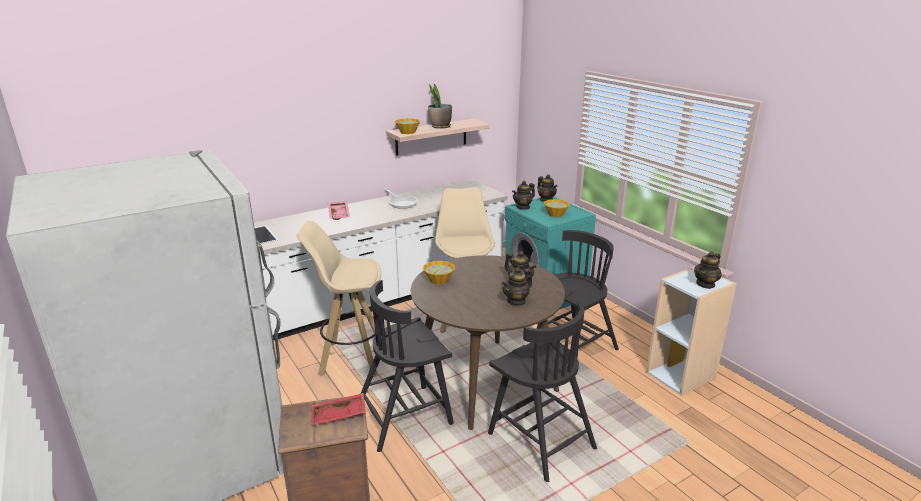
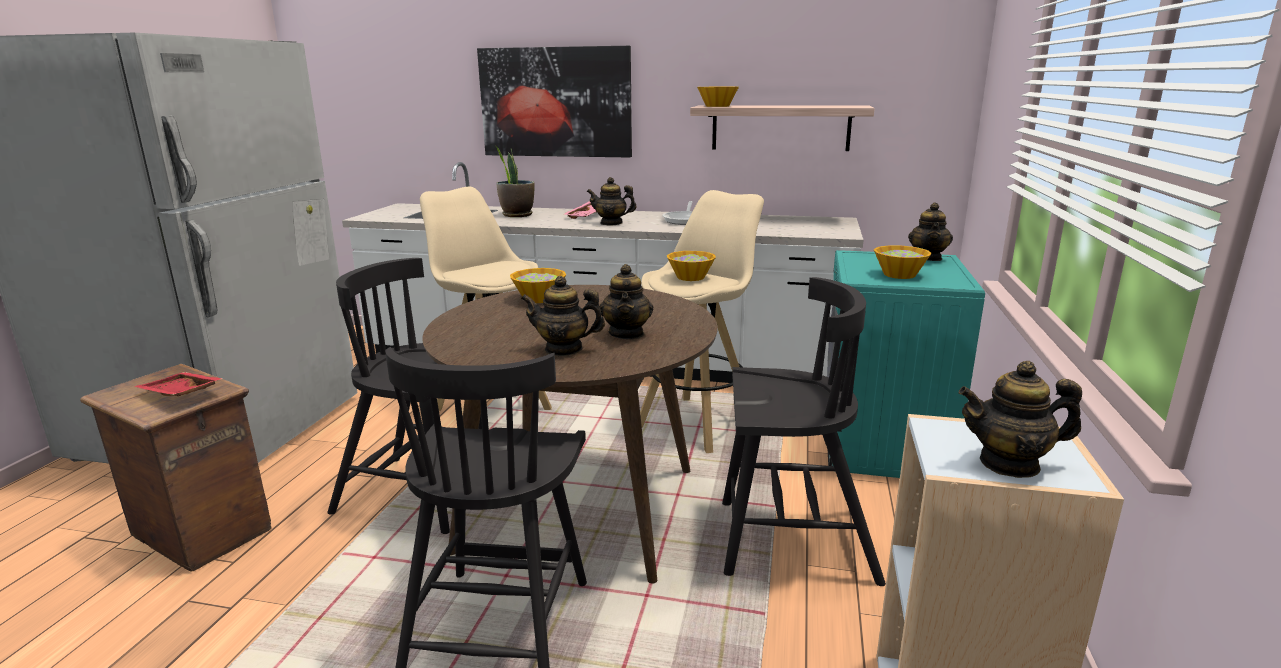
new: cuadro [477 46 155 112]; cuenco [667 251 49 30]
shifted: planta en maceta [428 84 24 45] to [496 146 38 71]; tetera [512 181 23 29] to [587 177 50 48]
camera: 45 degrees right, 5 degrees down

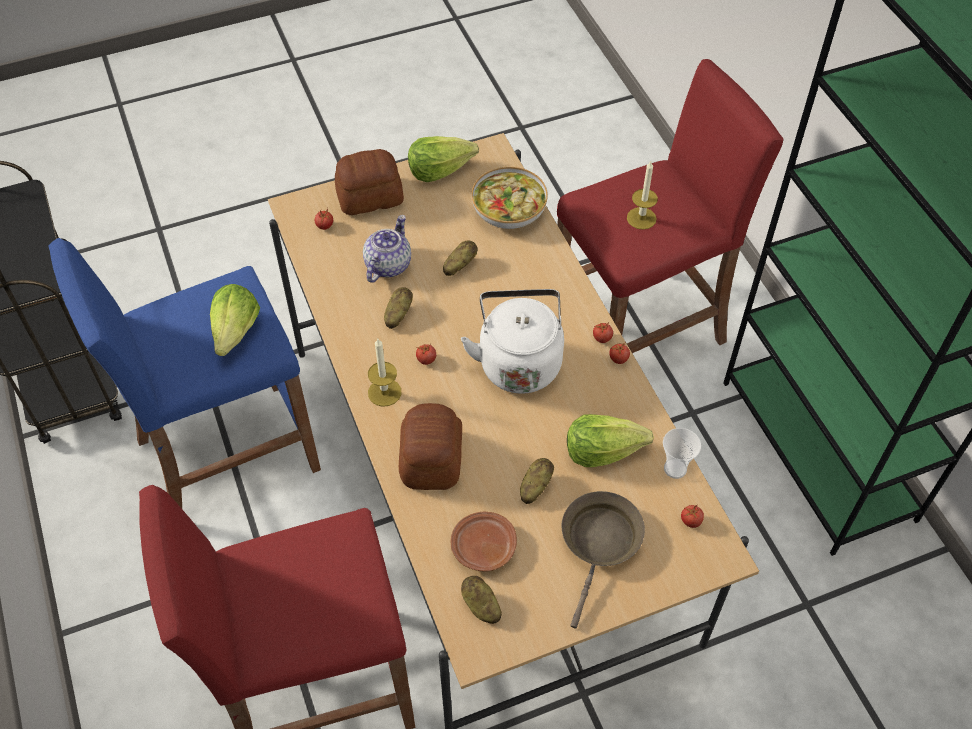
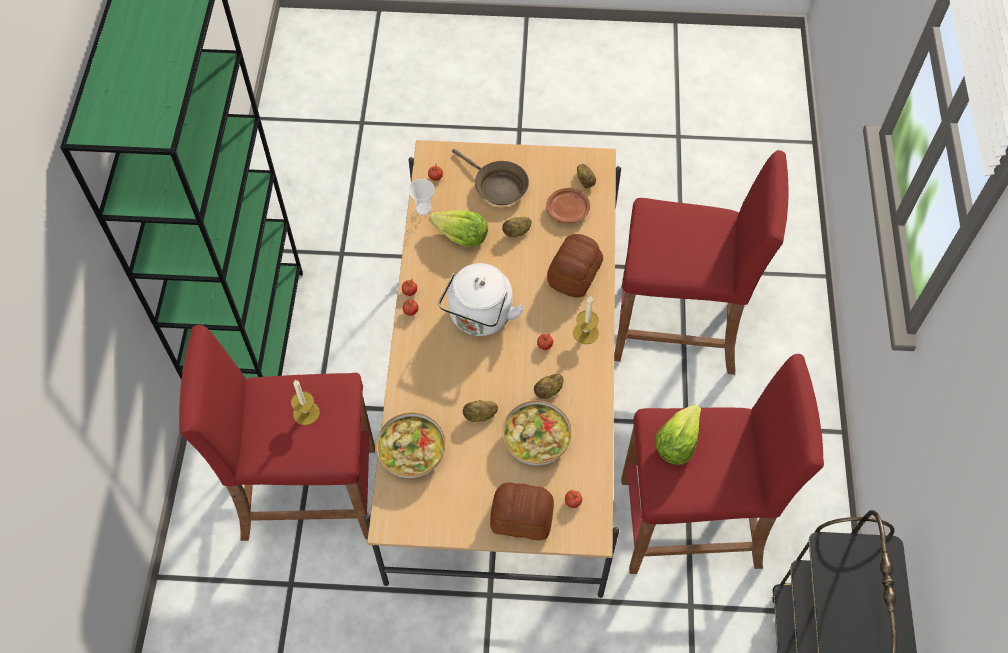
gone: lechuga [408 136 71 46]
swapped: tetera [363 215 48 68] to cuenco [502 400 70 65]
repainted: taburete [azul] [48 238 273 270] to taburete [rojo] [621 354 203 220]
rotated: sartén [marrón] [562 491 83 138] = [452 149 77 56] 90 degrees counterclockwise
camera: 155 degrees left, 5 degrees up

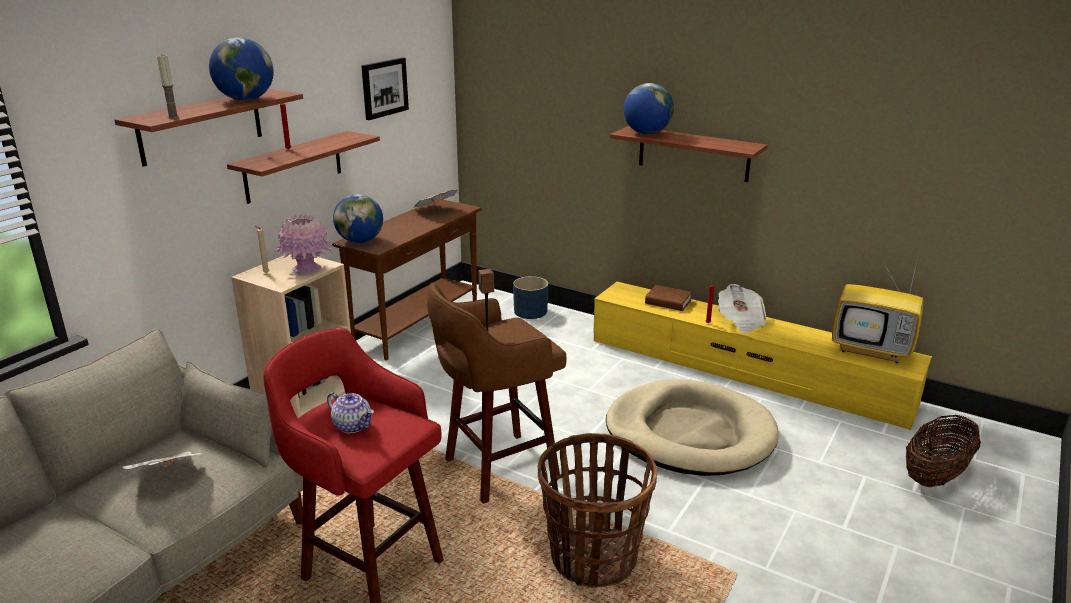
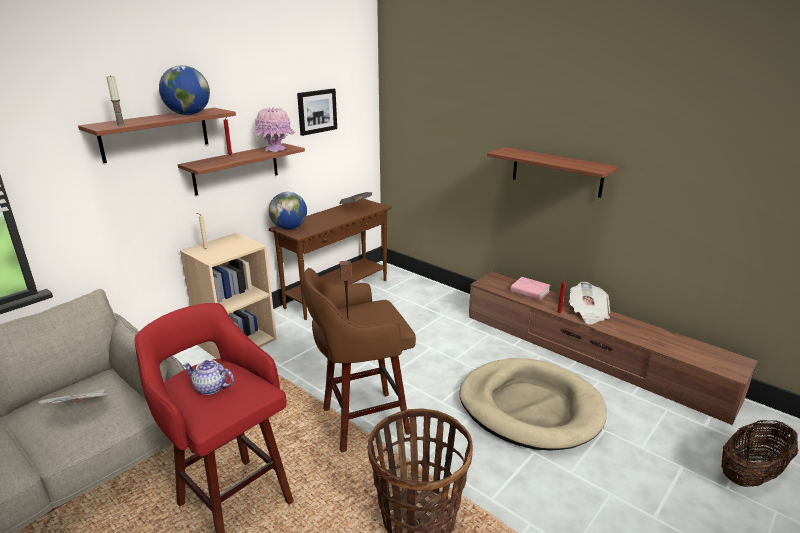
gone: maceta [azul] [513 276 35 43]; globo terráqueo [623 83 51 51]; televisor [832 257 91 106]
shifted: florero [rosa] [275 215 58 60] to [253 107 42 45]
repainted: mueble de televisión [amarillo] [593 281 339 149] to mueble de televisión [marrón] [469 271 289 154]; libro [marrón] [645 285 47 26] to libro [rosa] [510 277 41 23]
rotated: tetera [327 392 47 41] = [183 360 51 35] 150 degrees clockwise
camera: 10 degrees right, 0 degrees up

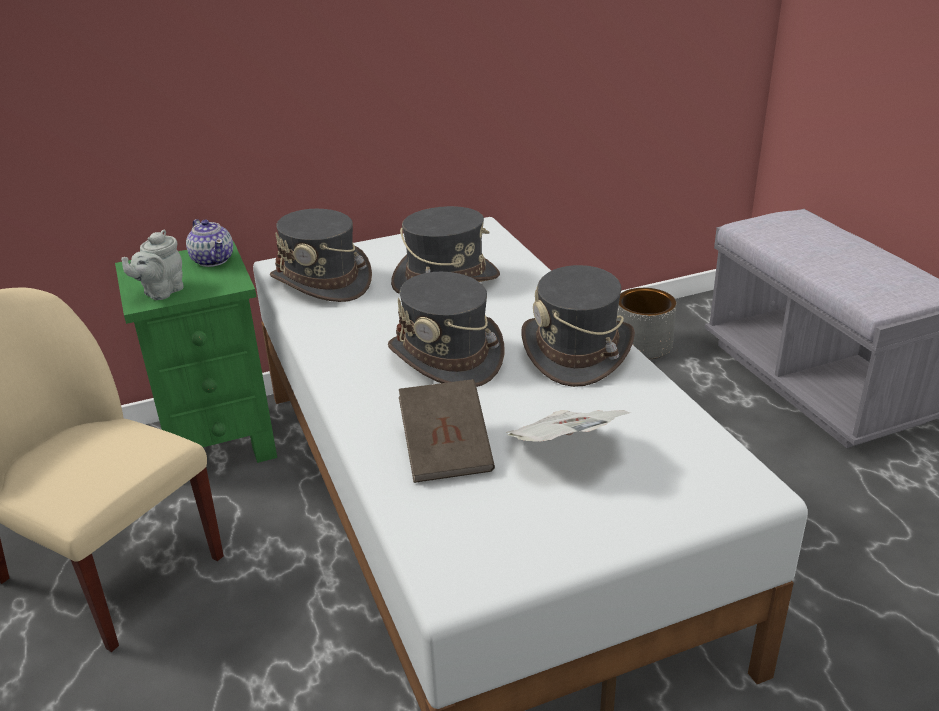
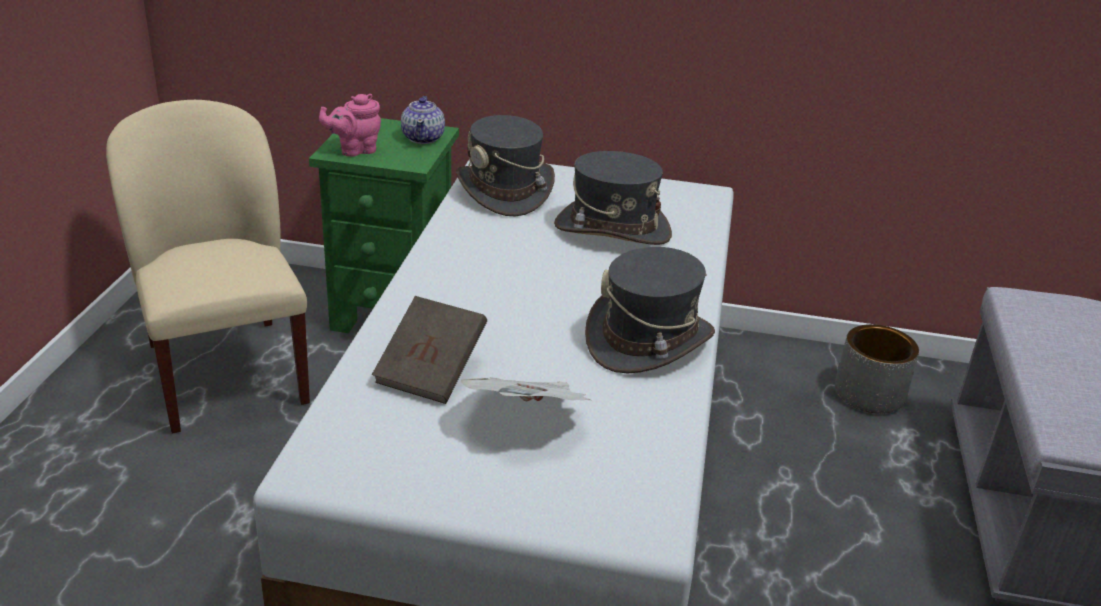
gone: sombrero [gris] [388 272 116 115]
repainted: tetera [gris] [121 230 62 70] to tetera [rosa] [319 94 62 62]
camera: 30 degrees right, 0 degrees up

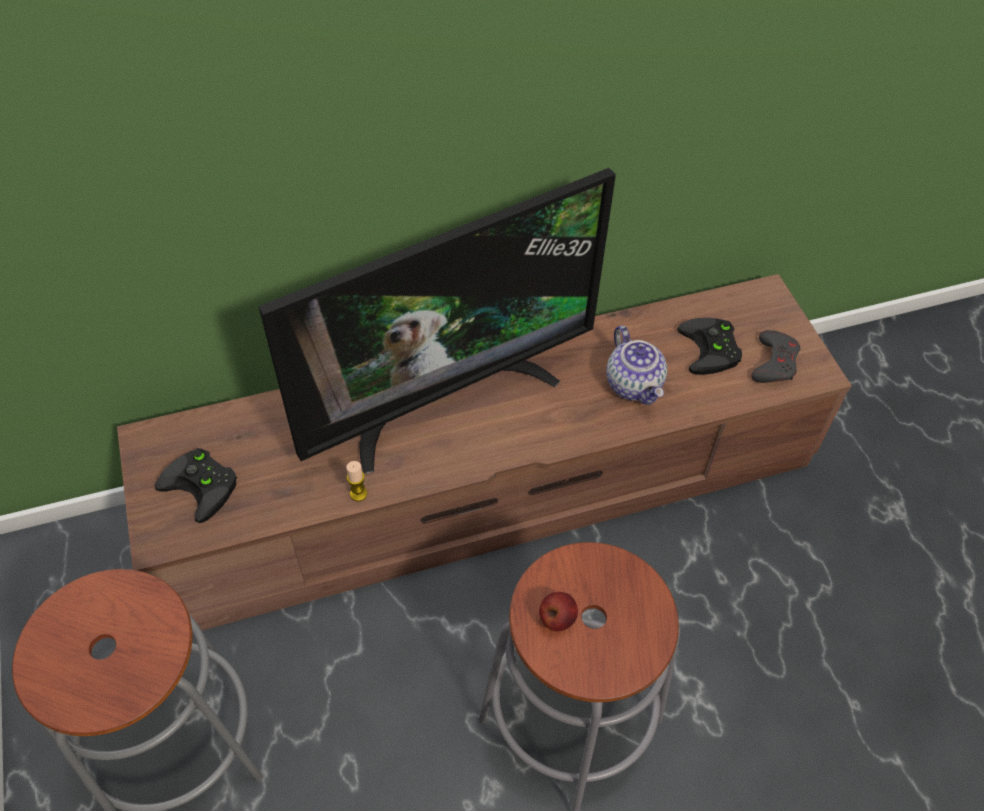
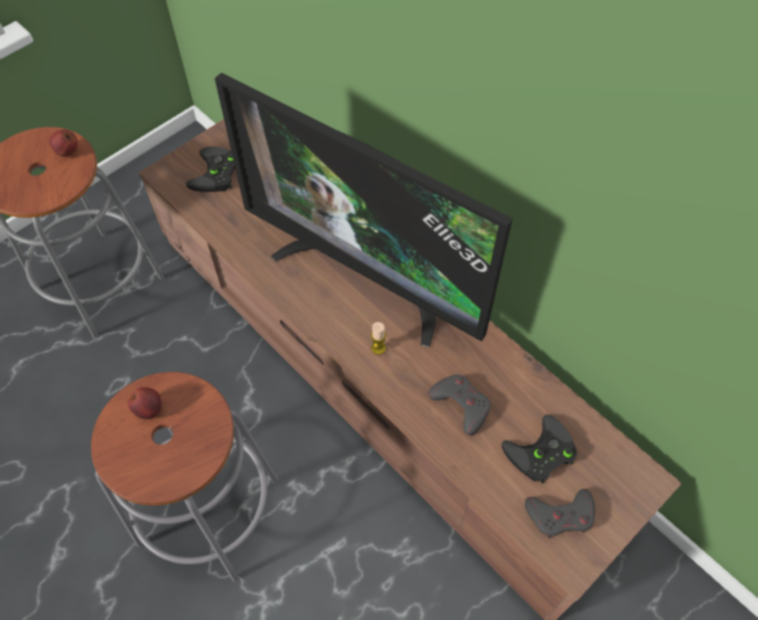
new: manzana [49 130 29 27]
shifted: vela [346 461 21 40] to [371 322 15 33]
swapped: tetera [606 325 61 80] to mando de consola [gris] [428 375 62 60]
camera: 65 degrees right, 5 degrees up

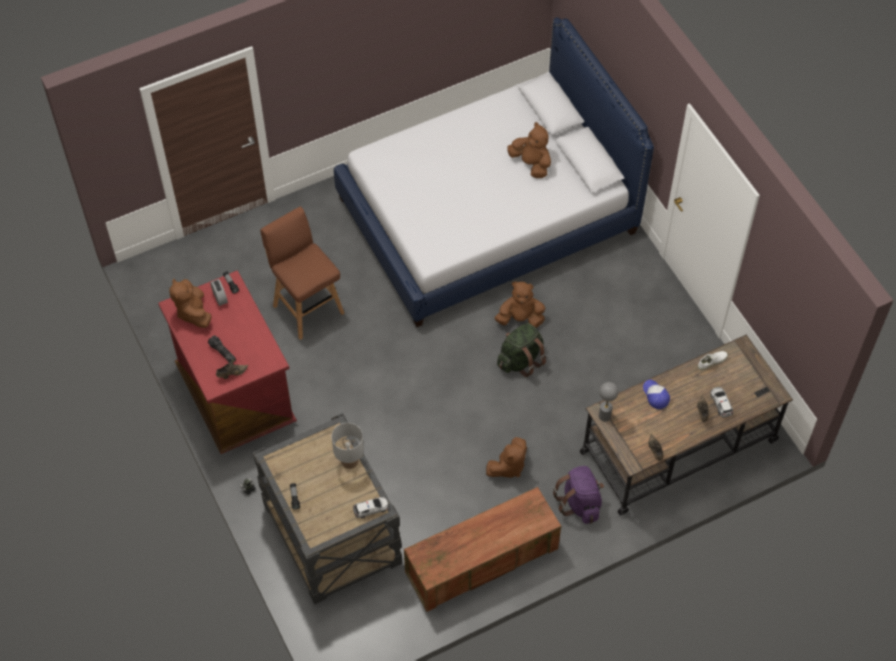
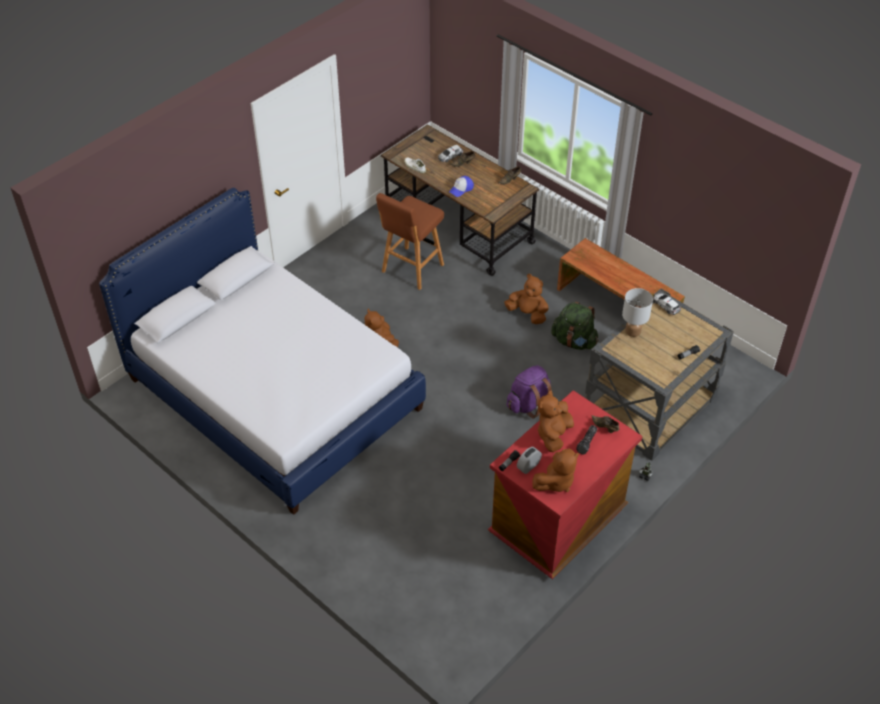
gone: lámpara de mesa [gris] [599 382 20 40]
shifted: taburete [marrón] [260 206 84 134] to [376 193 68 97]; mochila [verde] [497 323 49 54] to [551 302 48 48]; peluche [marrón] [507 122 44 56] to [537 391 37 61]; mochila [morado] [553 466 51 58] to [507 365 45 53]
camera: 110 degrees left, 10 degrees down

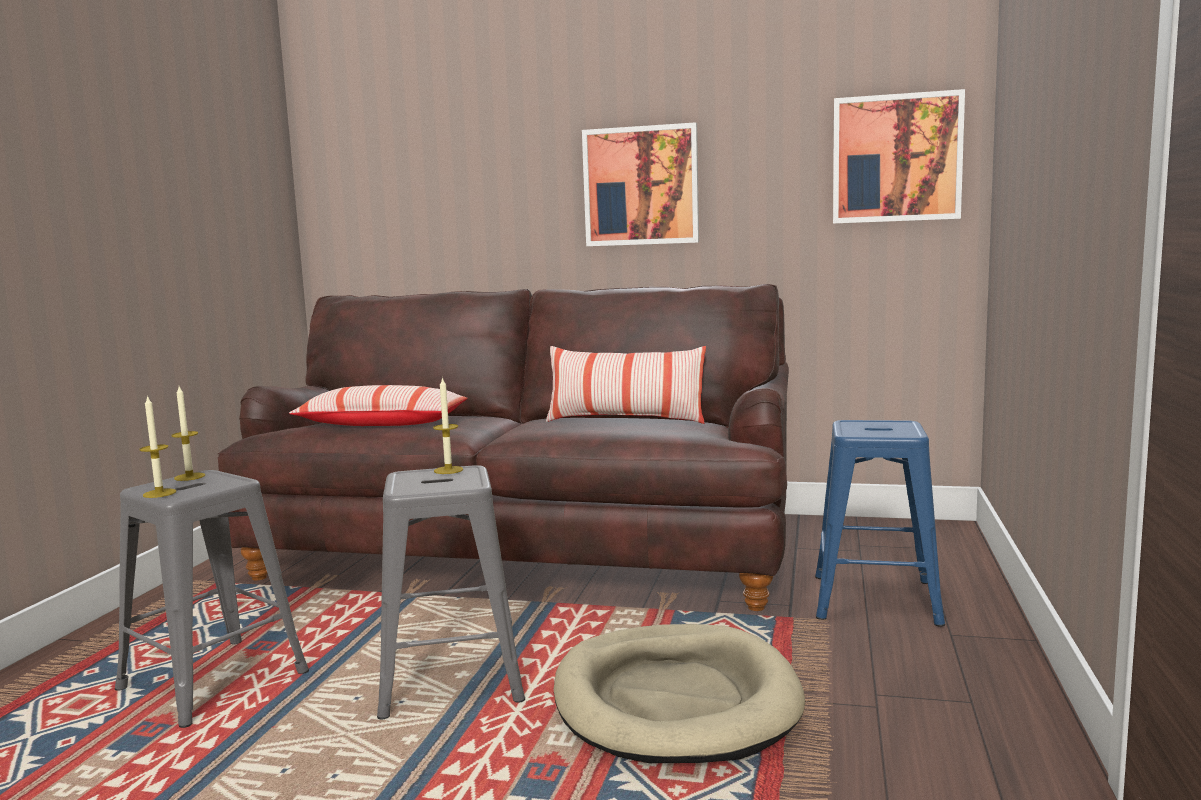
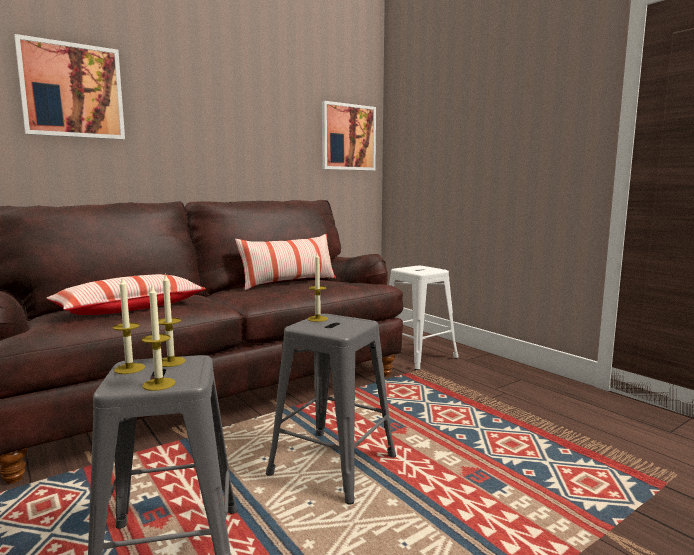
gone: cama para perro [beis] [554 624 251 139]
new: vela [158 273 28 94]
shifted: cuadro [582 122 117 124] to [14 34 111 106]
repainted: taburete [azul] [815 420 130 207] to taburete [blanco] [389 266 70 104]
camera: 50 degrees left, 0 degrees up

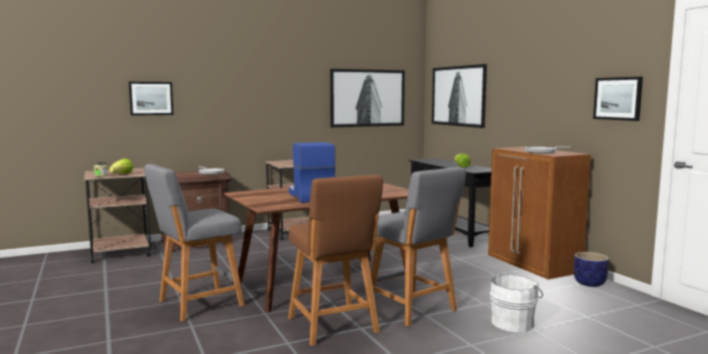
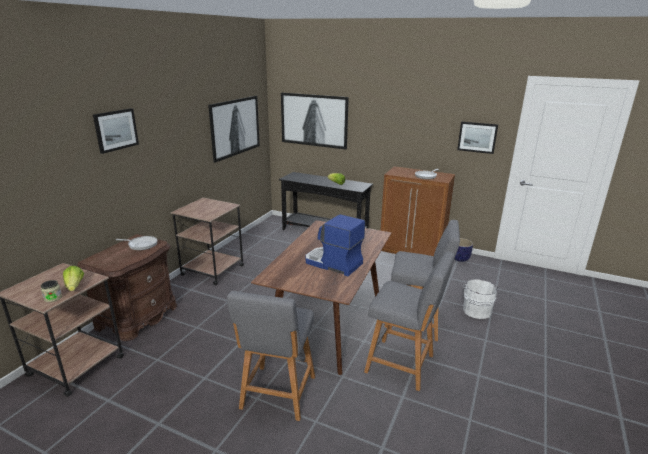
shifted: cuadro [129 82 45 34] to [93 108 46 46]
repainted: taburete [marrón] [288 175 95 171] to taburete [gris] [364 252 91 139]
camera: 40 degrees left, 15 degrees up

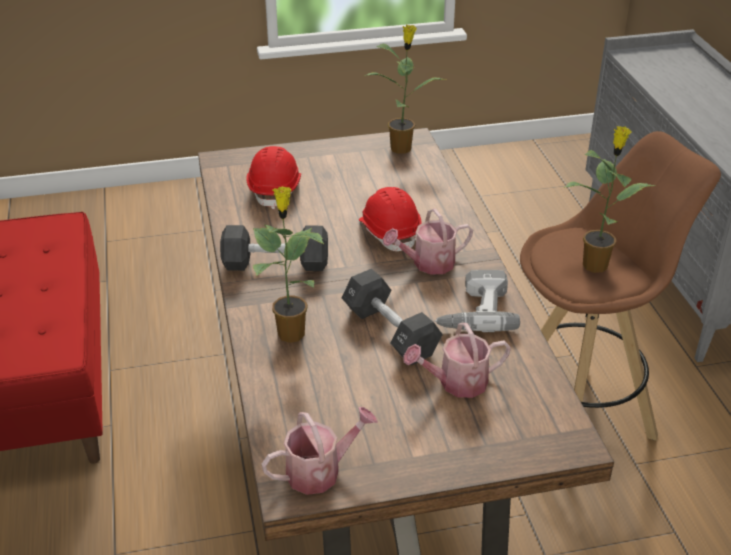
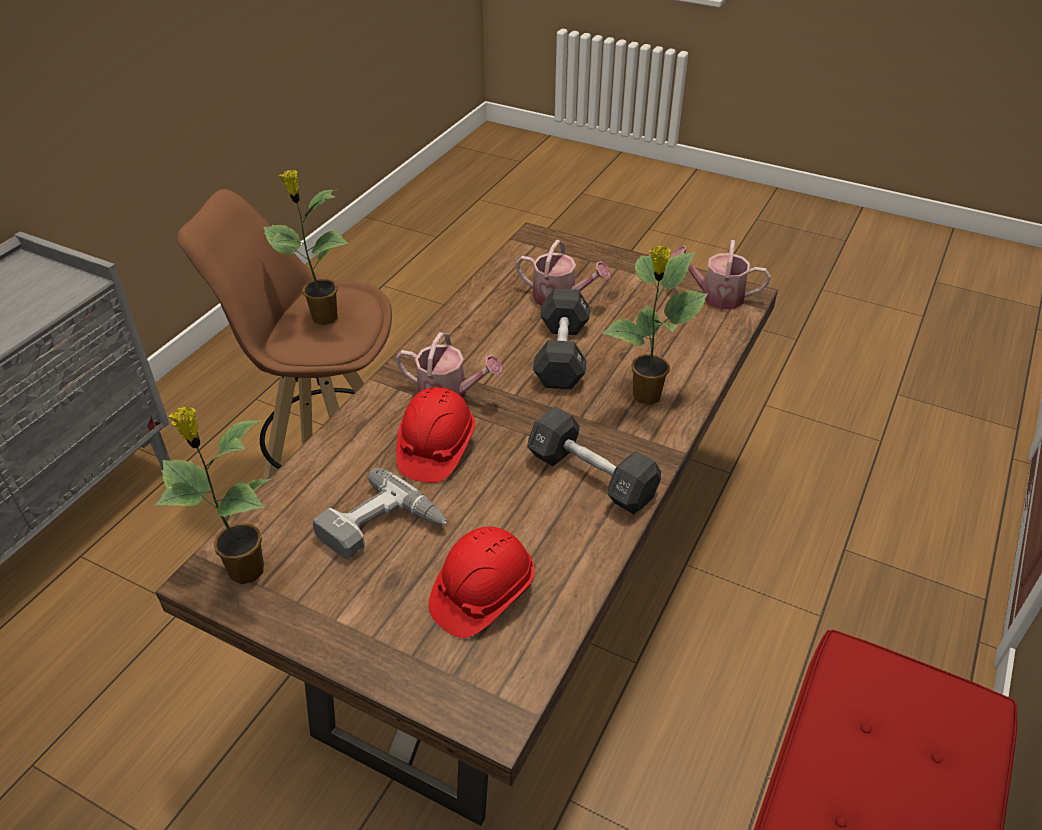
shifted: taladro [435 270 85 62] to [312 467 135 92]
camera: 140 degrees left, 5 degrees up

